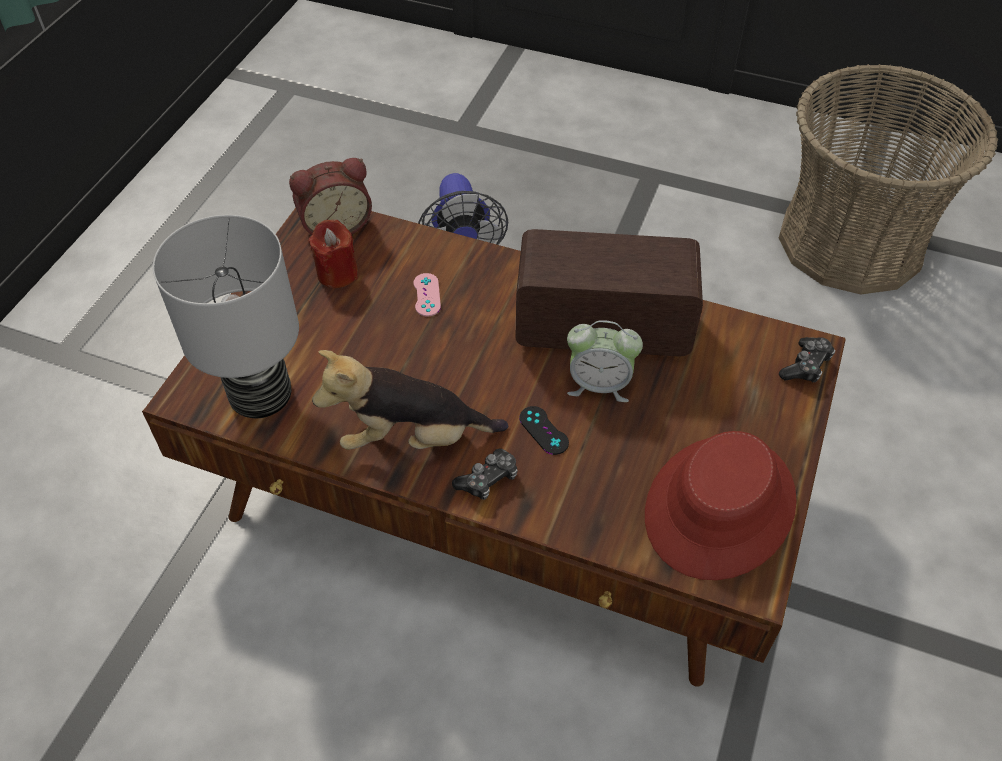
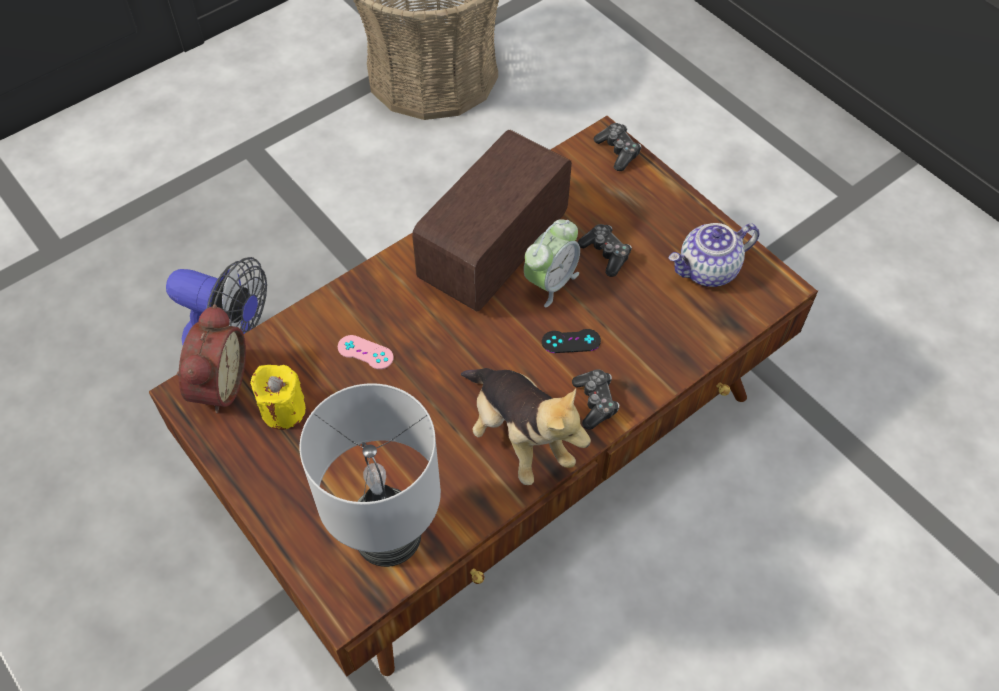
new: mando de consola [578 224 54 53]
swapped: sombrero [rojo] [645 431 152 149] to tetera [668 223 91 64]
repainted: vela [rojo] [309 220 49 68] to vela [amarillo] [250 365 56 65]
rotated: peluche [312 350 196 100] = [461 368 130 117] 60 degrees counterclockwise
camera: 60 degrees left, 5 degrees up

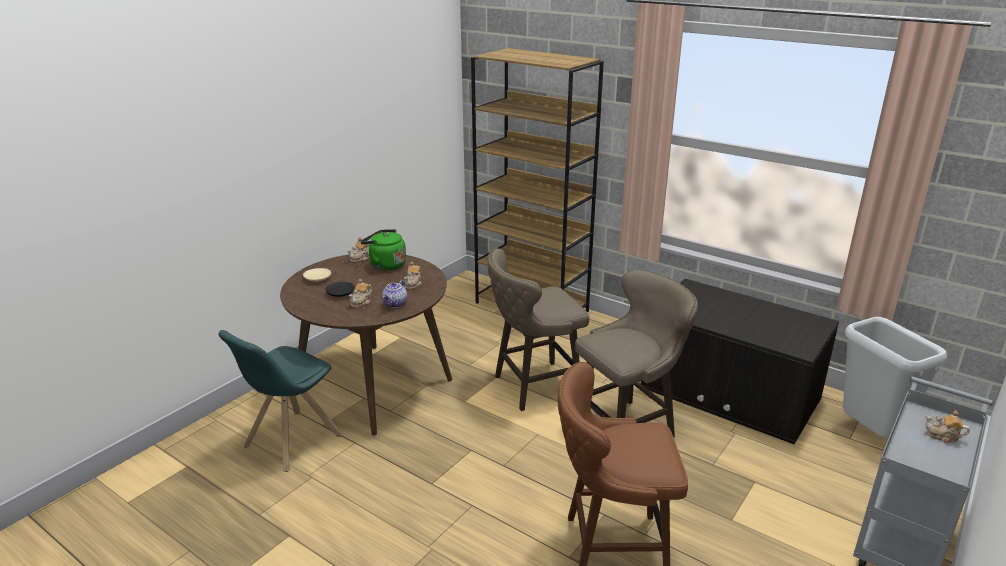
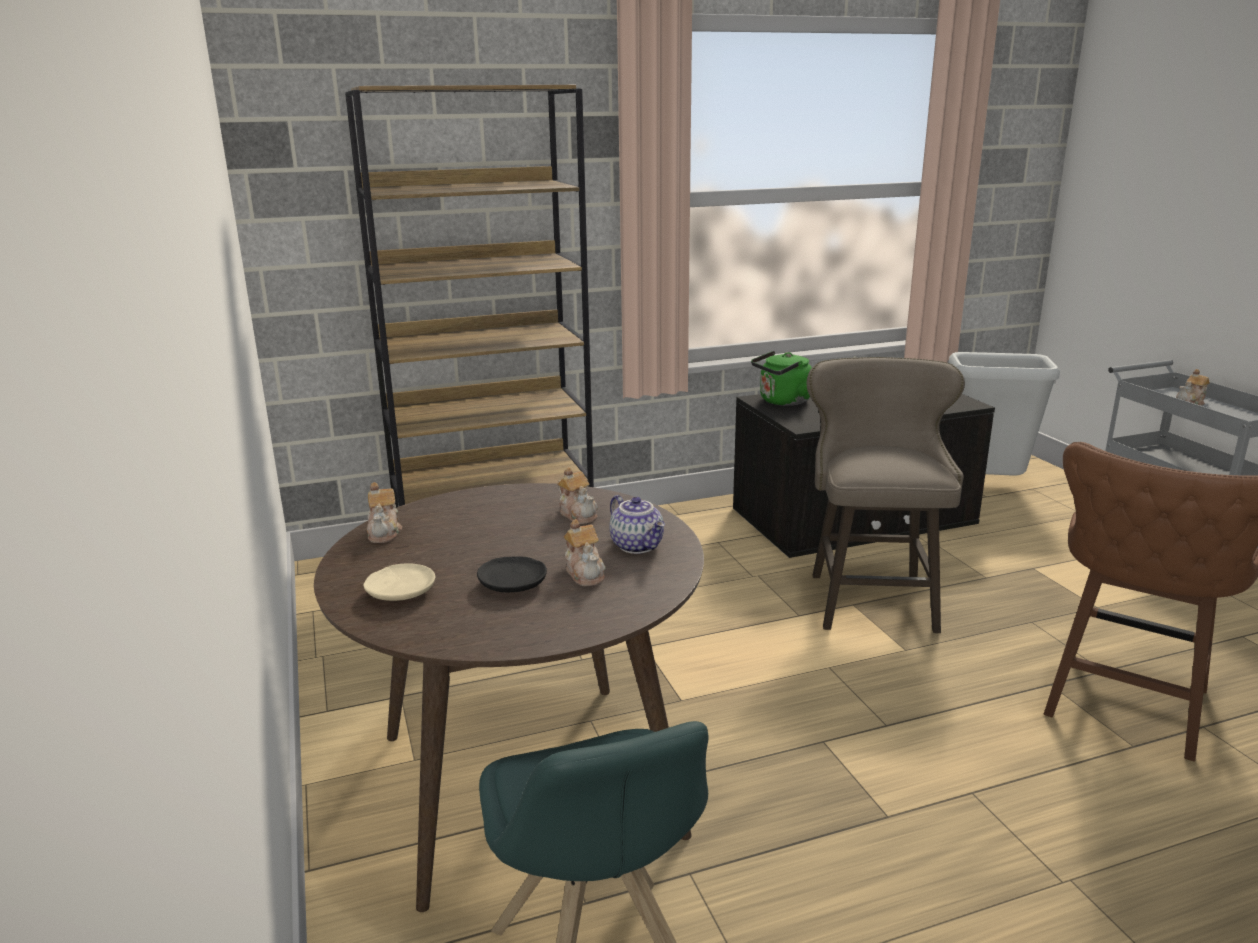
gone: taburete [beis] [488 248 101 163]
shifted: hervidor [verde] [361 229 45 42] to [751 351 61 55]
camera: 55 degrees left, 5 degrees down

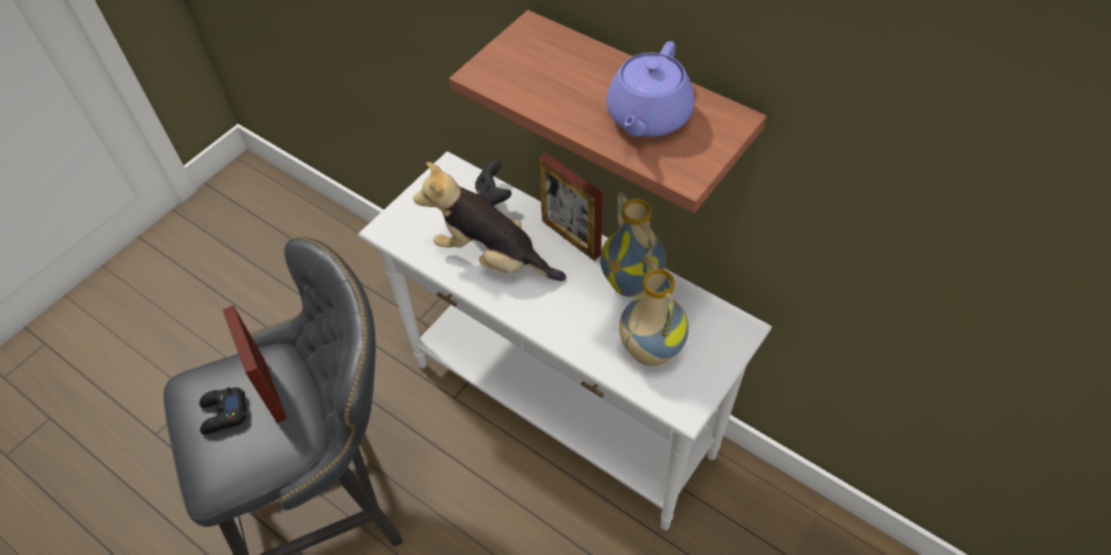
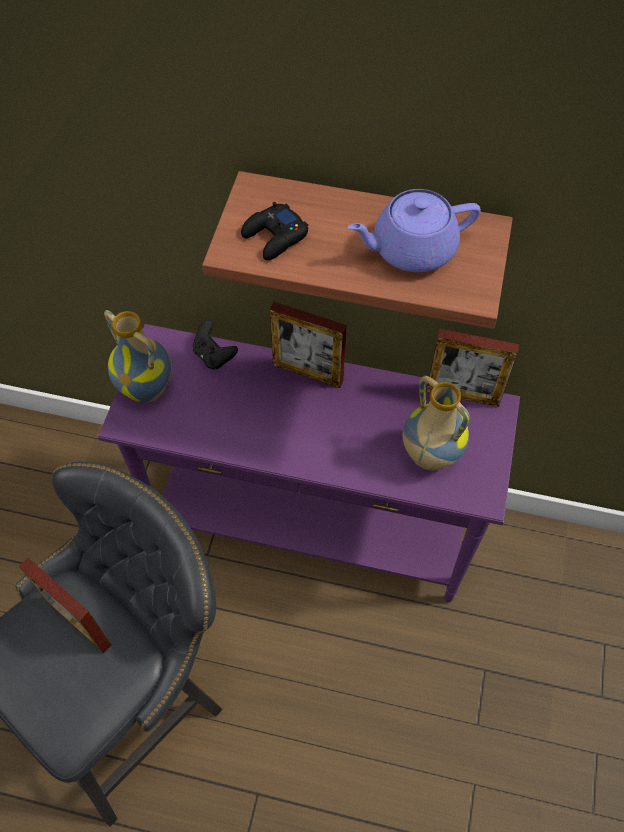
gone: peluche [413 162 153 119]
new: portarretratos [426 328 93 79]
shifted: mando de consola [negro] [199 387 48 48] to [241 202 67 59]; florero [600 192 66 105] to [104 310 68 93]
repainted: mesa consola [blanco] [358 151 414 379] to mesa consola [morado] [98 324 422 279]
rotated: tetera [morado] [606 41 89 96] = [348 189 133 83] 75 degrees clockwise
camera: 25 degrees left, 5 degrees up

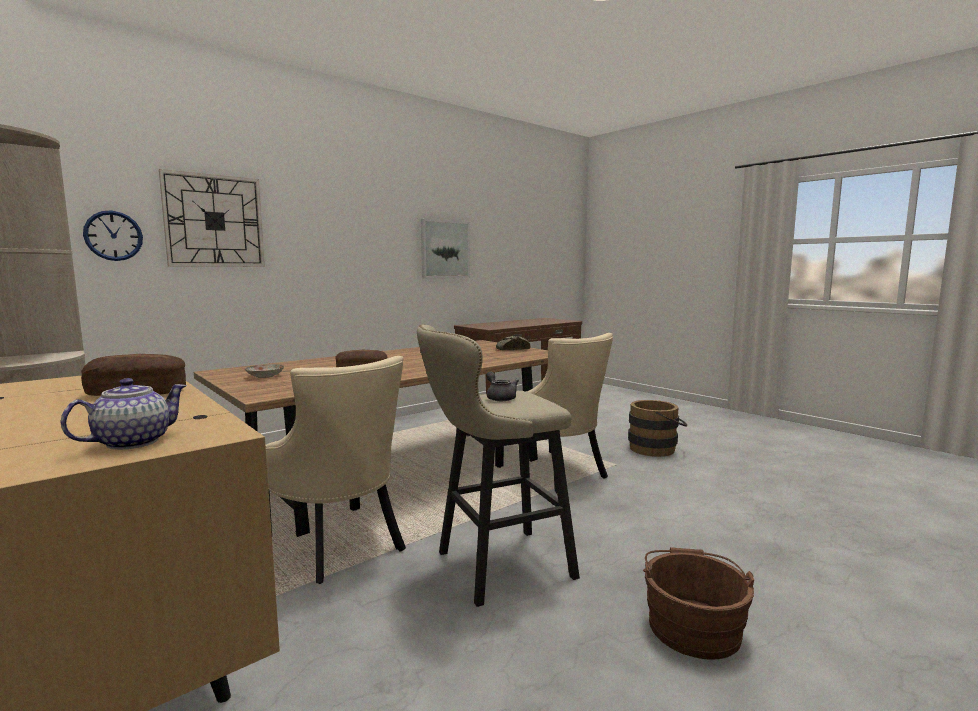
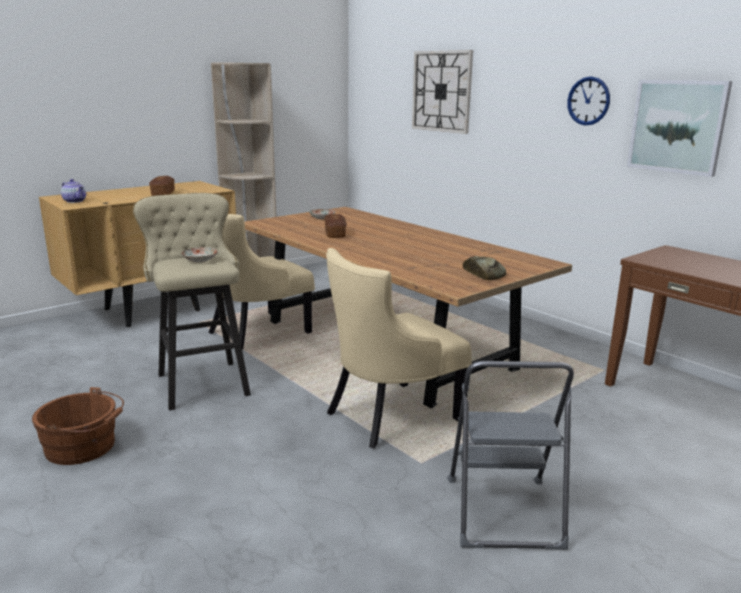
shifted: reloj de pared [83 210 60 51] to [567 77 43 48]
swapped: tetera [gris] [486 371 33 30] to plato [181 247 37 16]; cubo [marrón] [628 400 59 57] to escalera de tijera [gris] [447 361 127 189]
camera: 90 degrees right, 10 degrees up

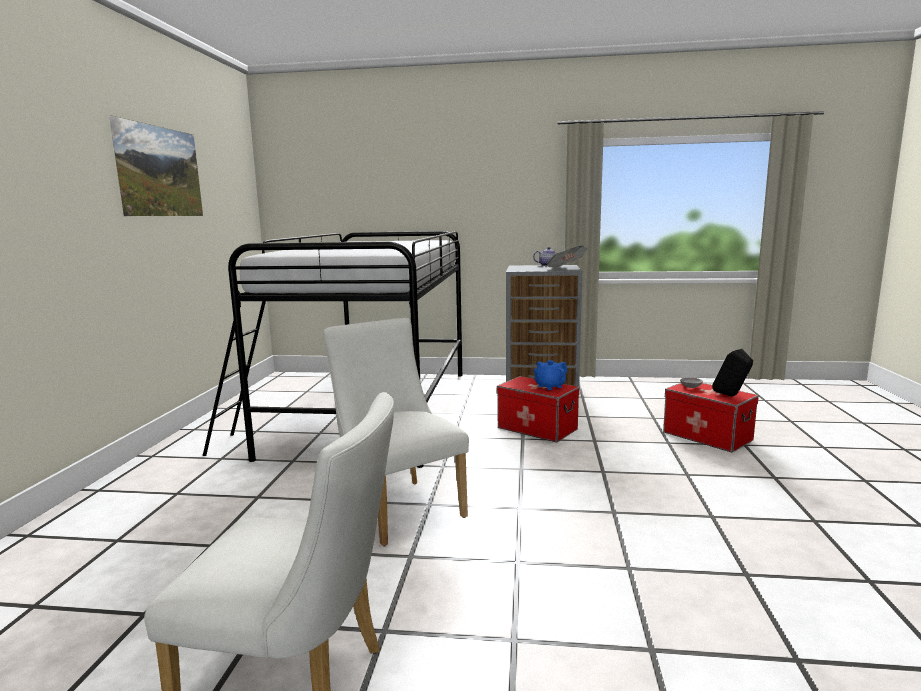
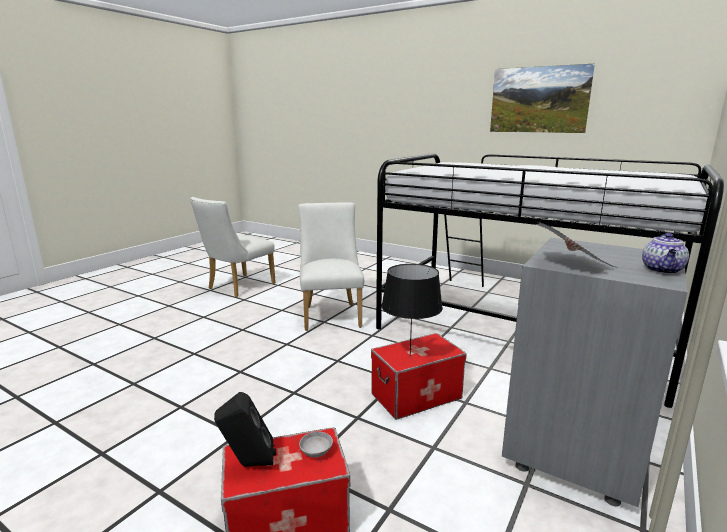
swapped: tetera [azul] [533 360 35 30] to lámpara de mesa [negro] [381 264 62 92]
rotated: silla [blanco] [323 318 146 228] = [298 202 66 129] 90 degrees counterclockwise
camera: 115 degrees right, 5 degrees up

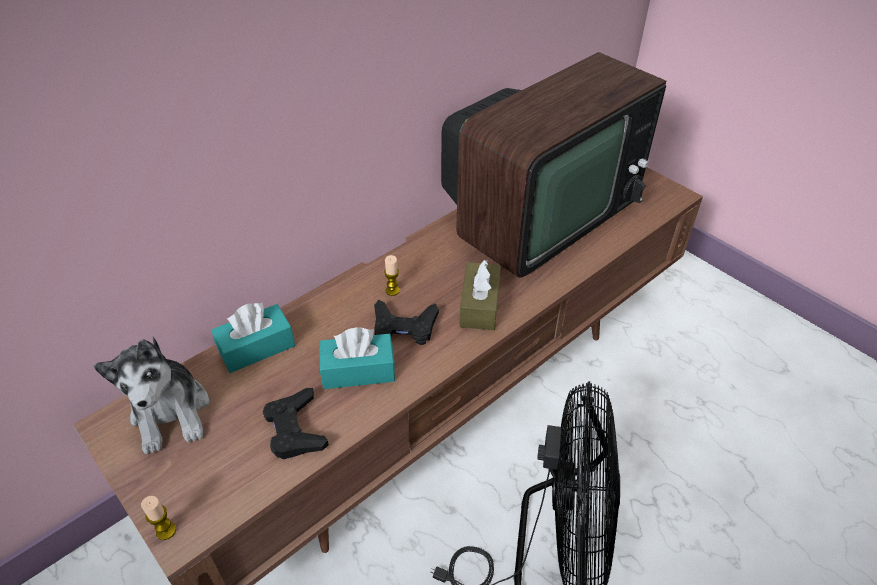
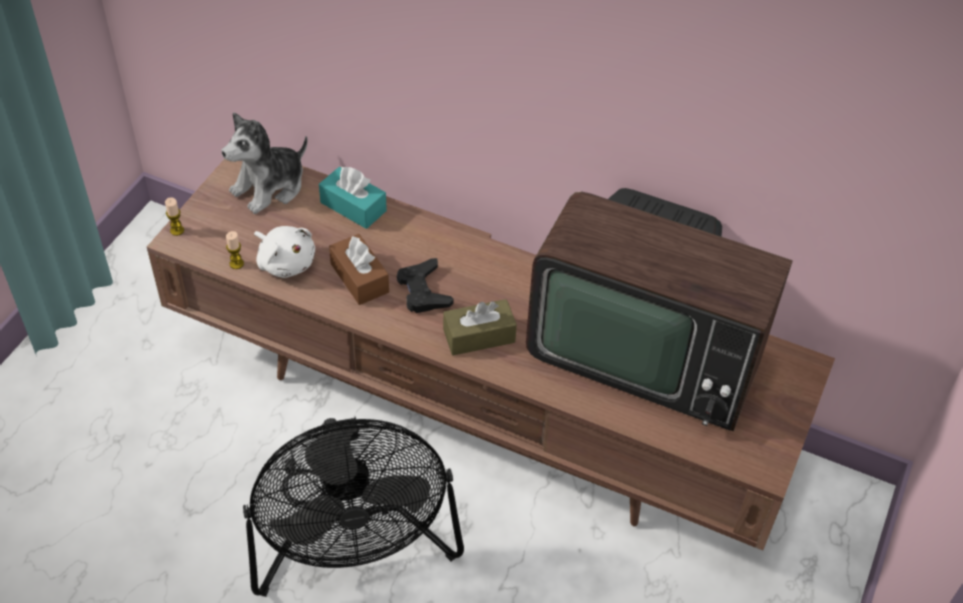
shifted: vela [384 255 16 41] to [226 231 18 38]
swapped: mando de consola [negro] [263 388 66 71] to peluche [blanco] [254 226 61 52]
repainted: caja de pañuelos [turquesa] [319 327 76 62] to caja de pañuelos [marrón] [329 234 60 71]
camera: 65 degrees right, 5 degrees up

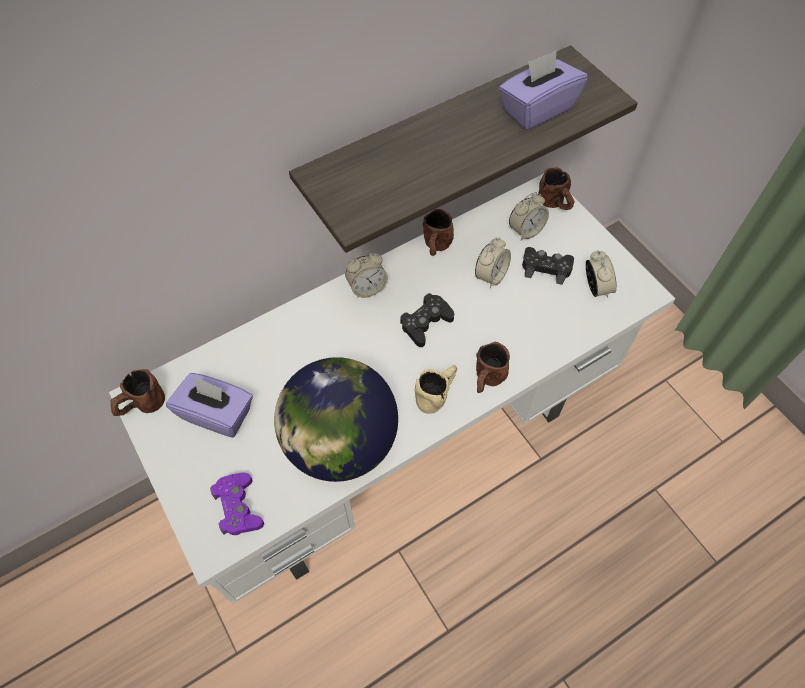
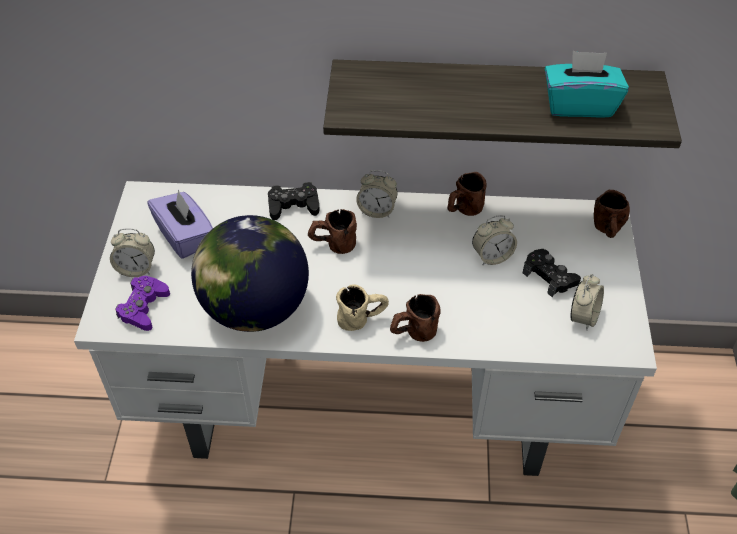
shifted: taza grande [marrón] [111 369 54 47] to [308 209 49 45]; mando de consola [negro] [400 293 54 54] to [268 182 52 38]; despertador [509 192 40 48] to [110 228 45 49]
repainted: caja de pañuelos [morado] [499 50 89 80] to caja de pañuelos [turquesa] [545 51 84 67]
camera: 35 degrees right, 10 degrees down

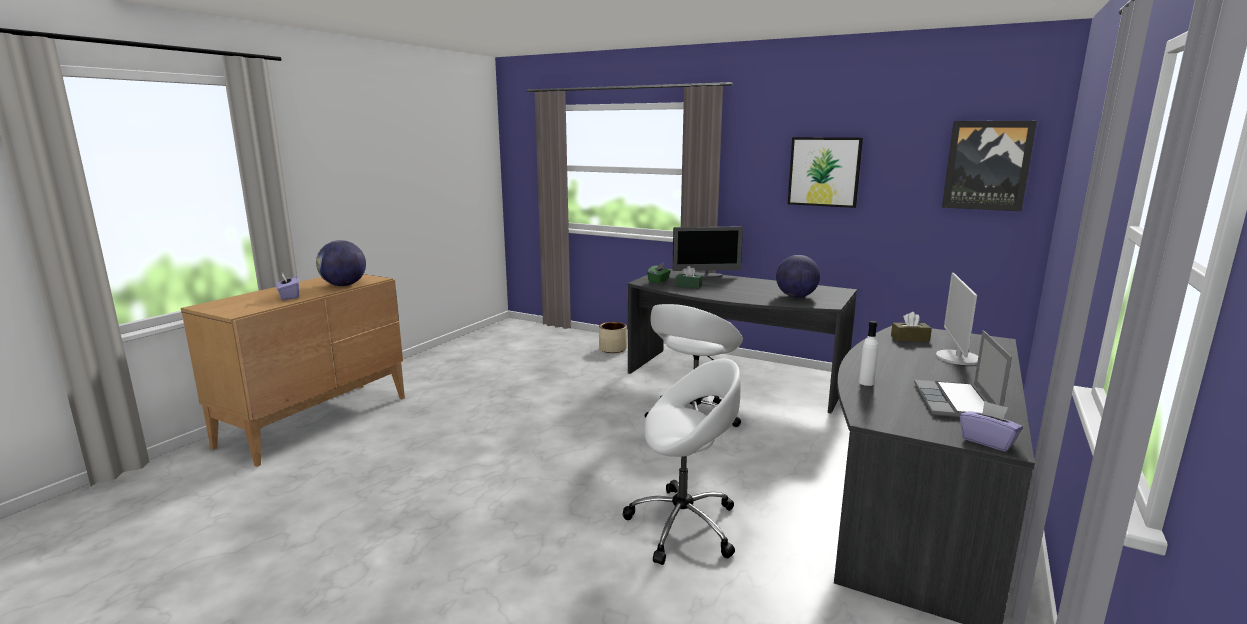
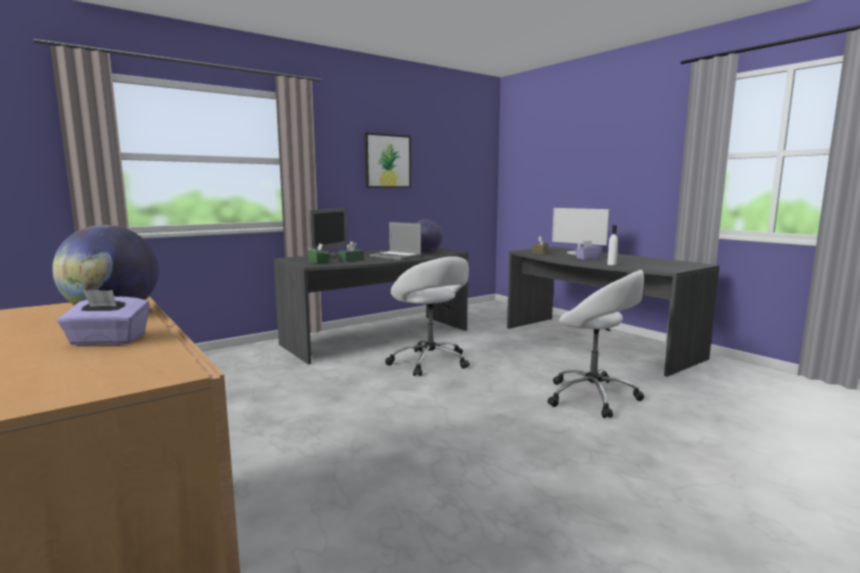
gone: maceta [beis] [599 322 28 31]; cuadro [942 121 95 91]
shifted: portátil [914 330 98 88] to [370 222 51 38]; caja de pañuelos [morado] [960 401 63 51] to [575 241 27 19]
rotated: silla de oficina [blanco] [623 359 118 206] = [547 270 97 148] 105 degrees clockwise
camera: 65 degrees left, 5 degrees down

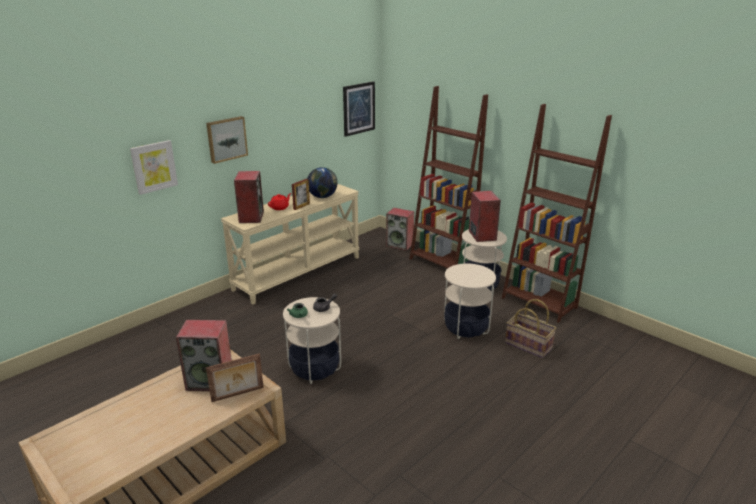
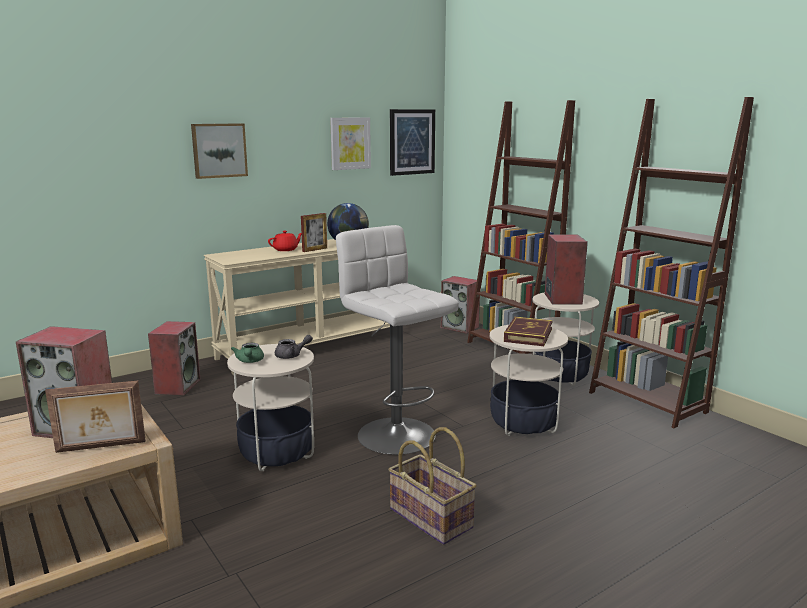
new: taburete [blanco] [336 225 123 230]; libro [504 317 49 29]
shifted: cuadro [130 140 48 55] to [330 117 41 53]; altavoz [234 171 30 52] to [148 321 53 75]; cesta [505 299 51 59] to [389 427 88 118]
camera: 10 degrees right, 10 degrees down

